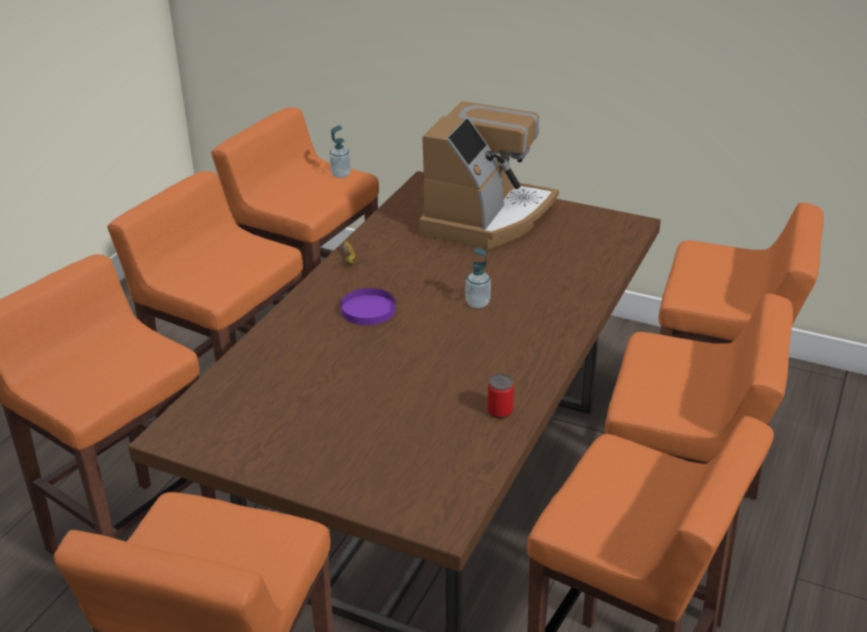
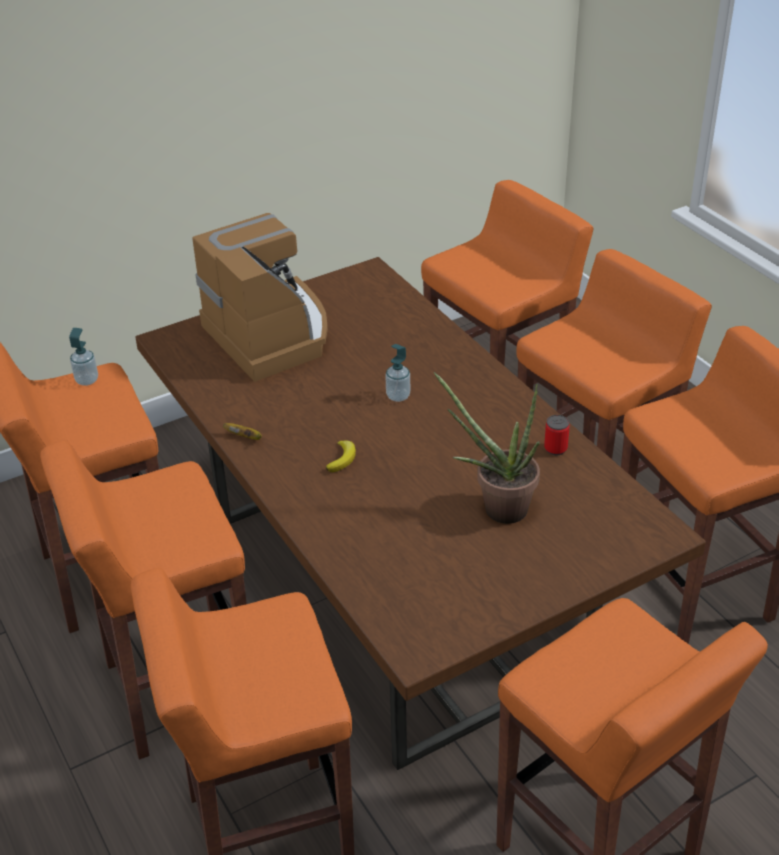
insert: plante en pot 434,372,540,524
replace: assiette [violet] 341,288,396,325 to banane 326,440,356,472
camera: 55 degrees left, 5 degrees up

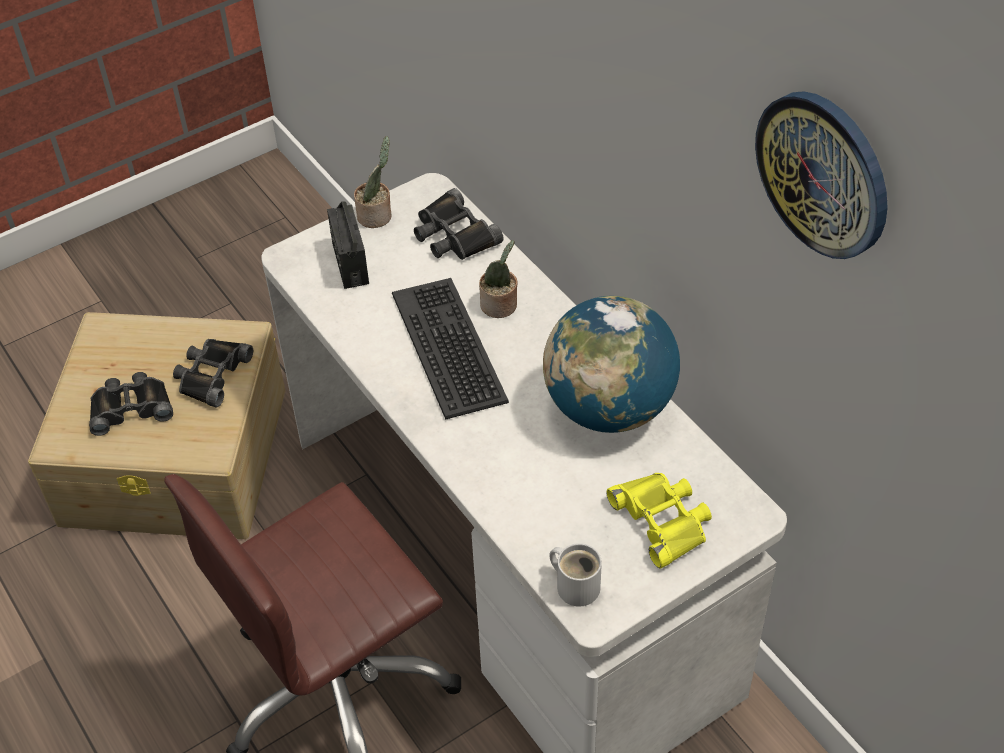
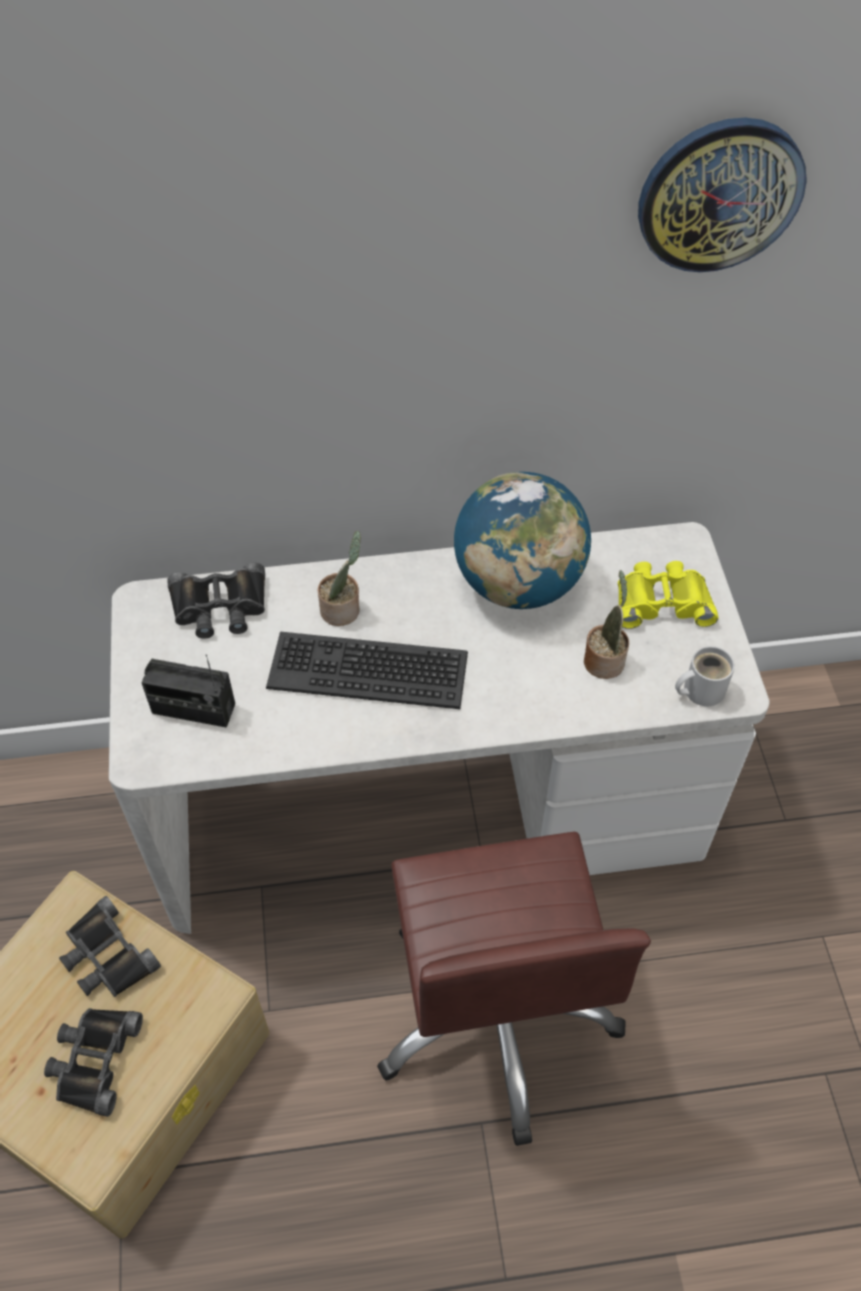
move: plante en pot 354,136,392,228 to 584,570,629,679
camera: 65 degrees left, 5 degrees up

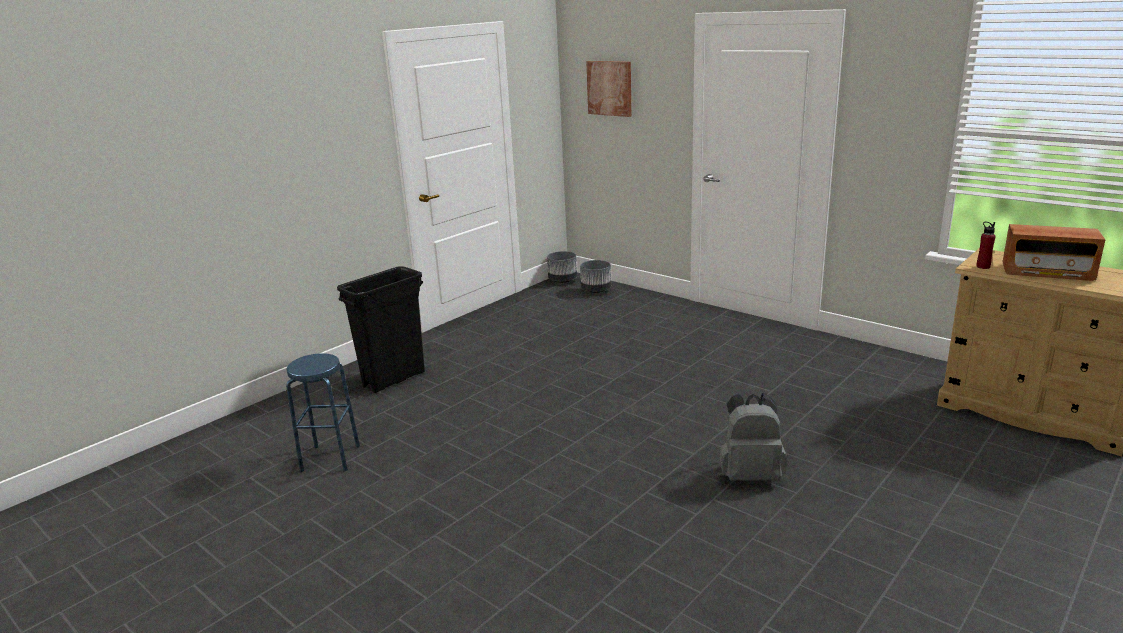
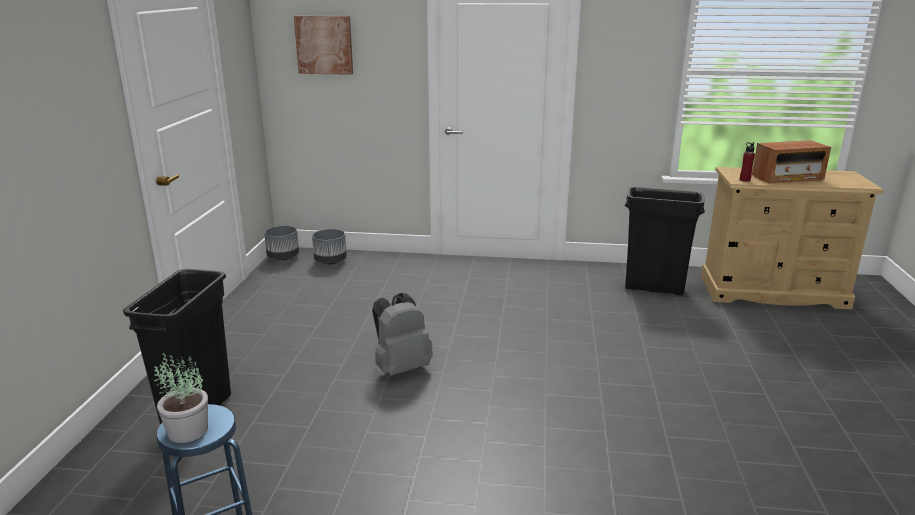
insert: plante en pot 154,353,208,443; poubelle [noir] 625,187,705,295
move: sac à dos [gris] 720,393,787,481 to 372,293,433,376
camera: 35 degrees left, 0 degrees up

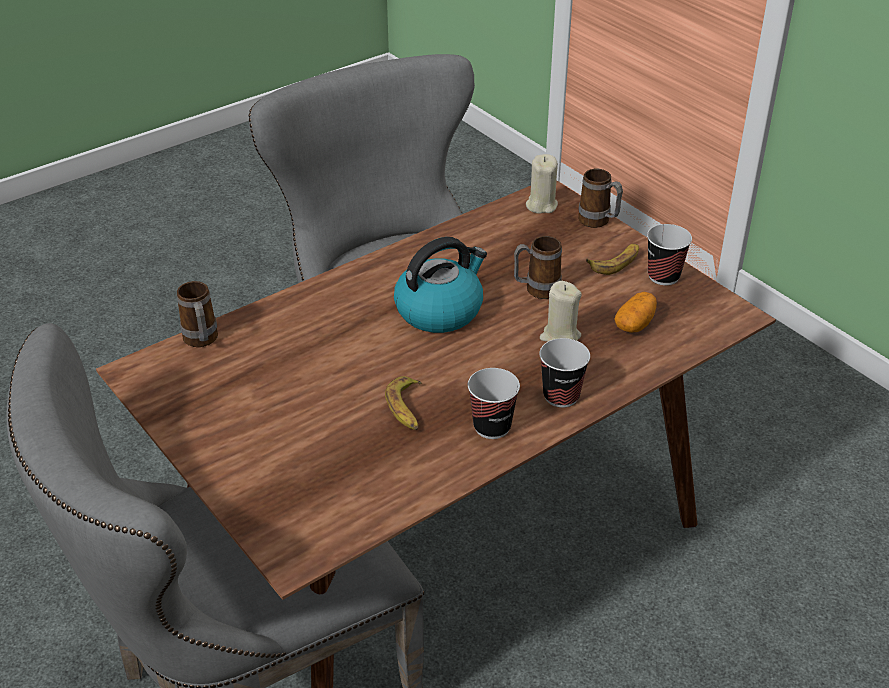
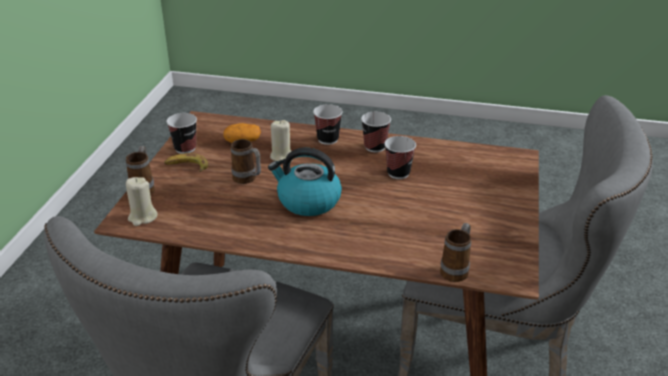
replace: banane 385,376,422,431 to tasse 384,136,416,179
camera: 130 degrees left, 5 degrees down

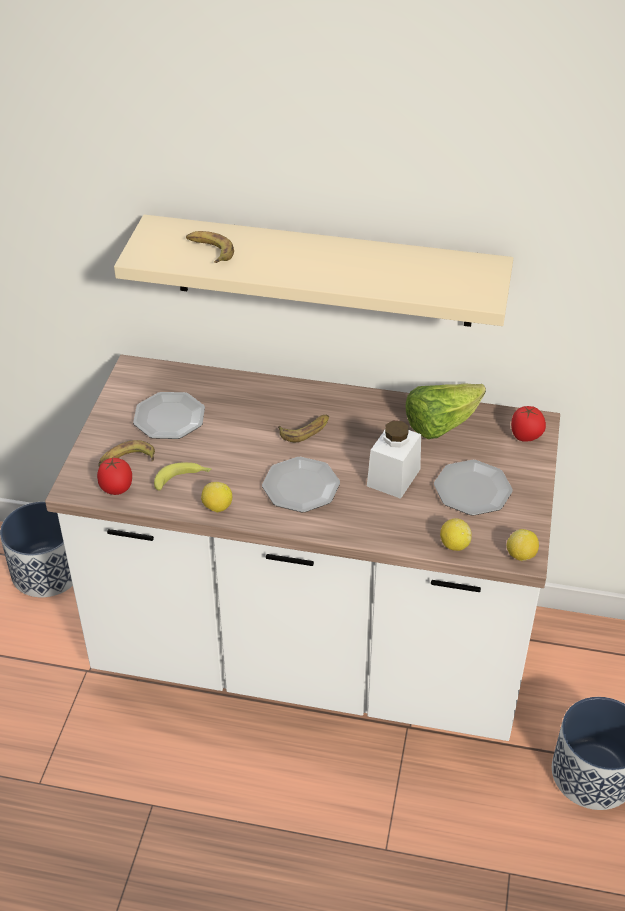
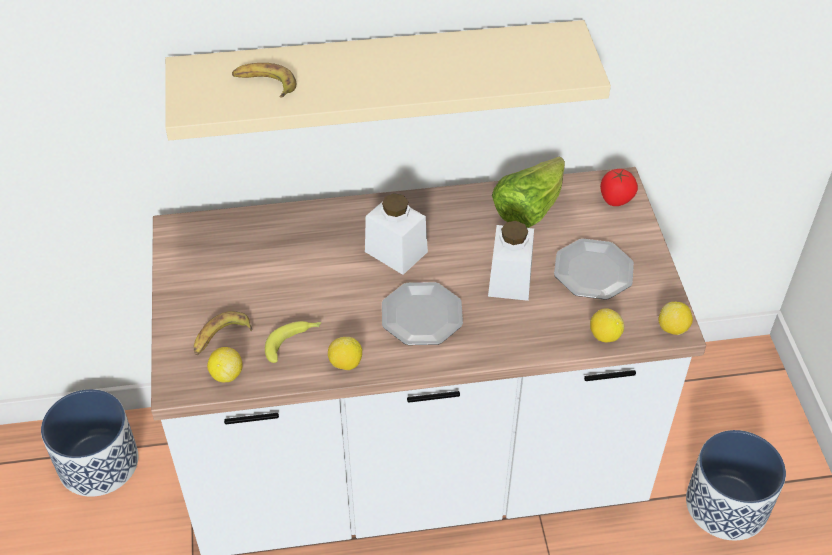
delete: assiette 133,392,205,439
replace: tomate 97,458,132,495 to citron 207,347,243,382; banane 278,415,329,442 to bocal [blanc] 365,193,428,275
camera: 20 degrees left, 5 degrees up

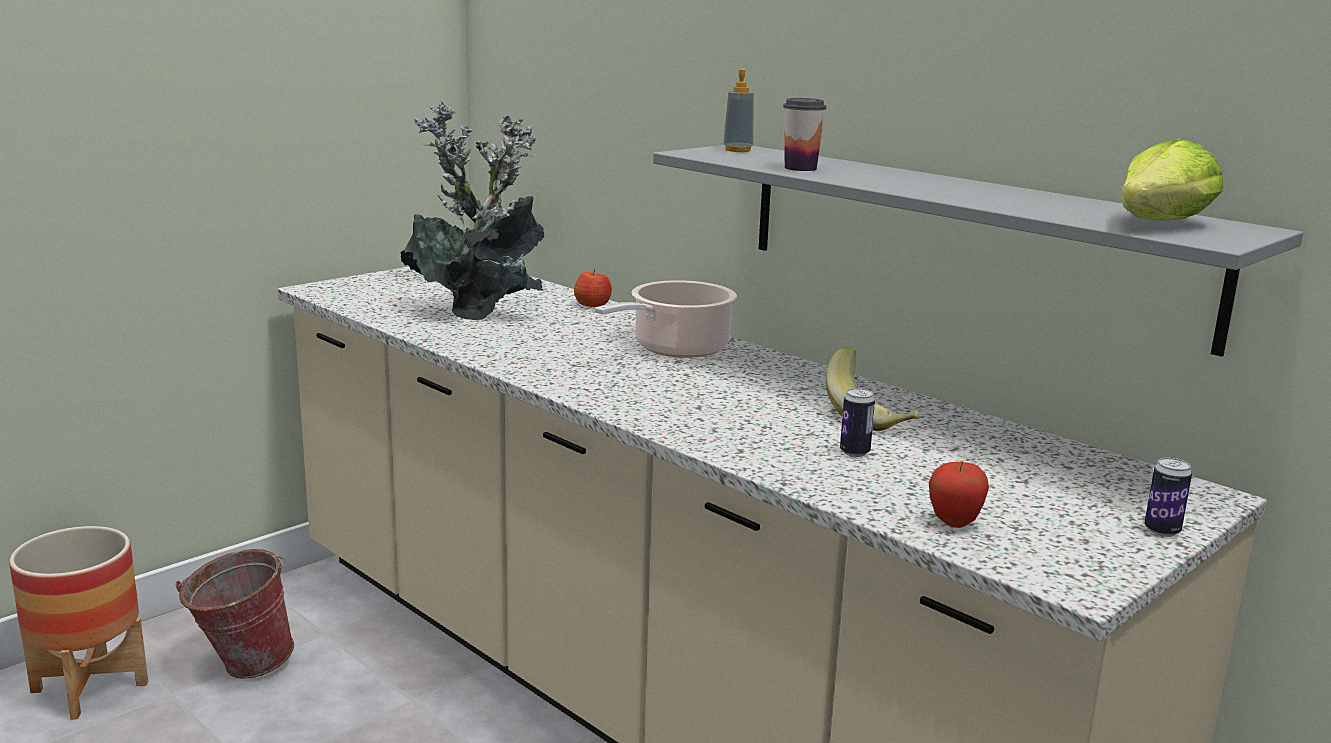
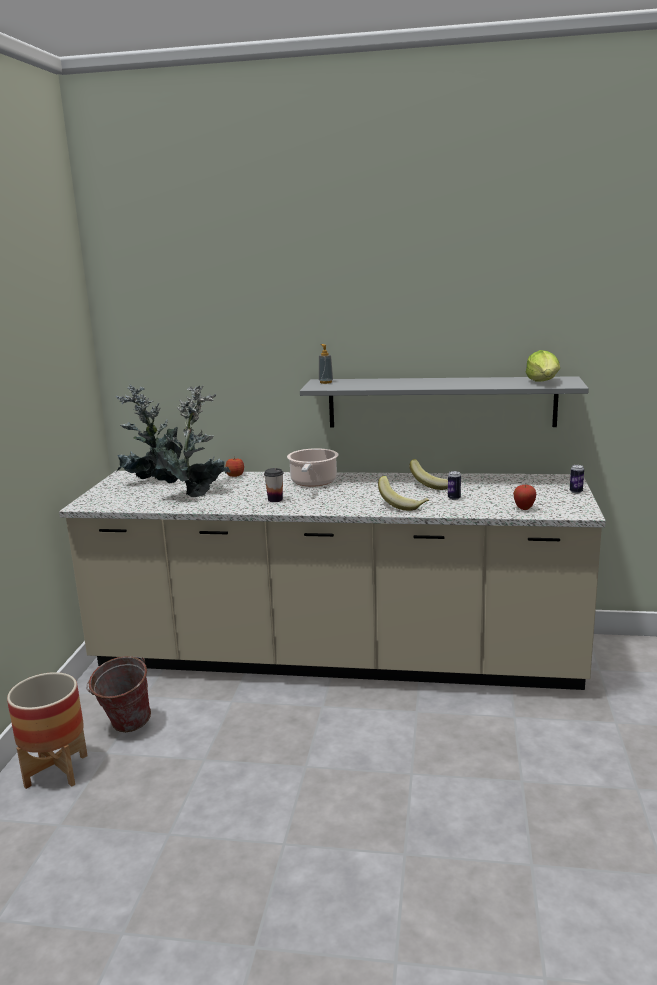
insert: banane 378,476,429,511
move: tasse 783,98,826,171 to 264,468,284,502
camera: 35 degrees left, 0 degrees up

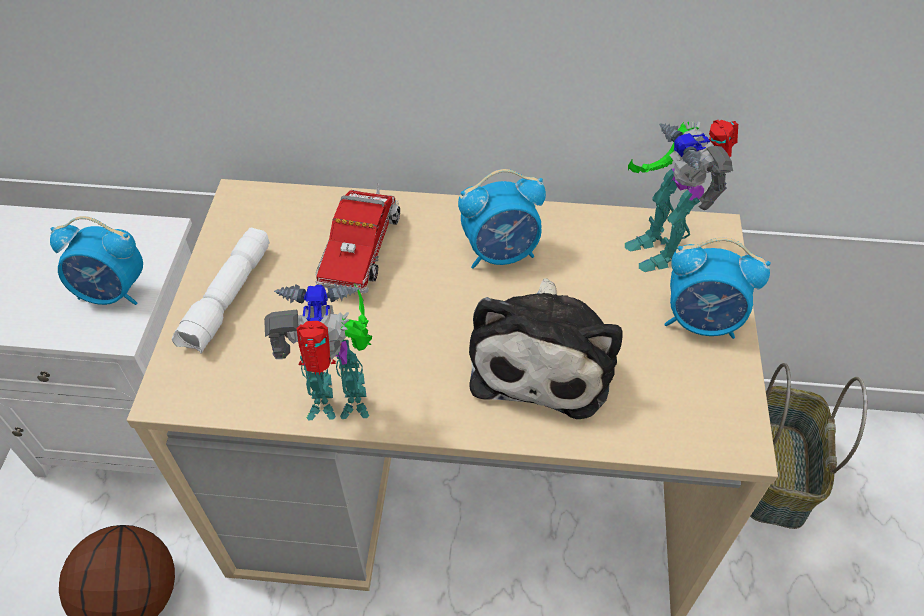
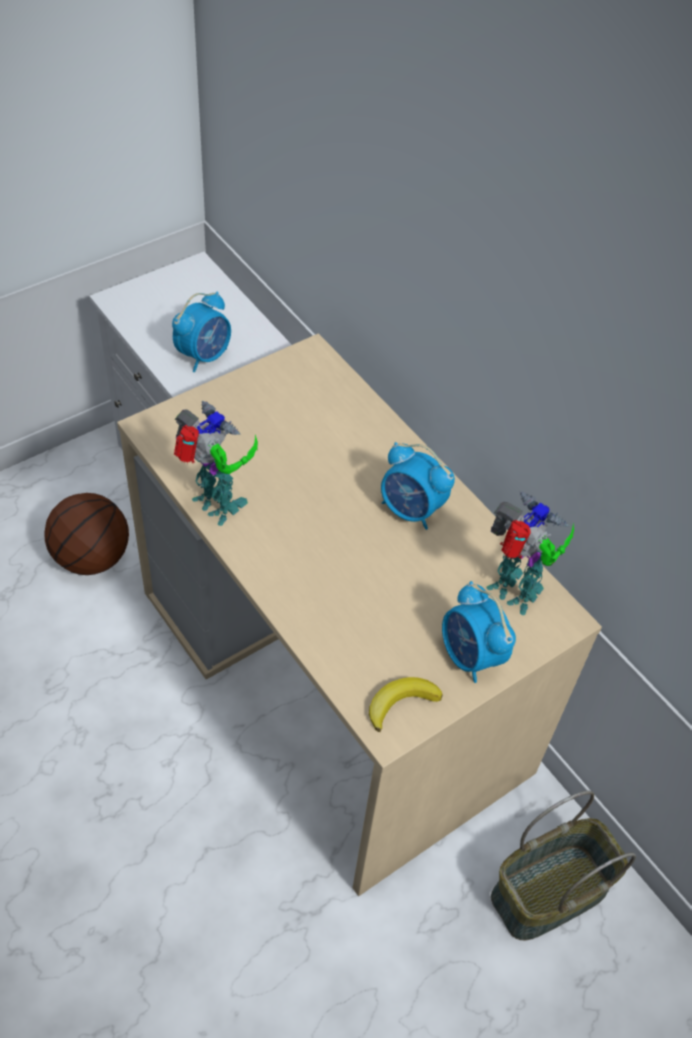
delete: lampe de poche [blanc] 172,228,270,354; camion jouet 315,183,400,293; peluche 469,278,623,419
insert: banane 369,677,443,732
rotate: réveil 50,216,143,305 = 172,291,231,372 105 degrees counterclockwise; robot jouet 625,119,738,272 = 486,491,574,615 105 degrees clockwise
camera: 45 degrees right, 0 degrees up

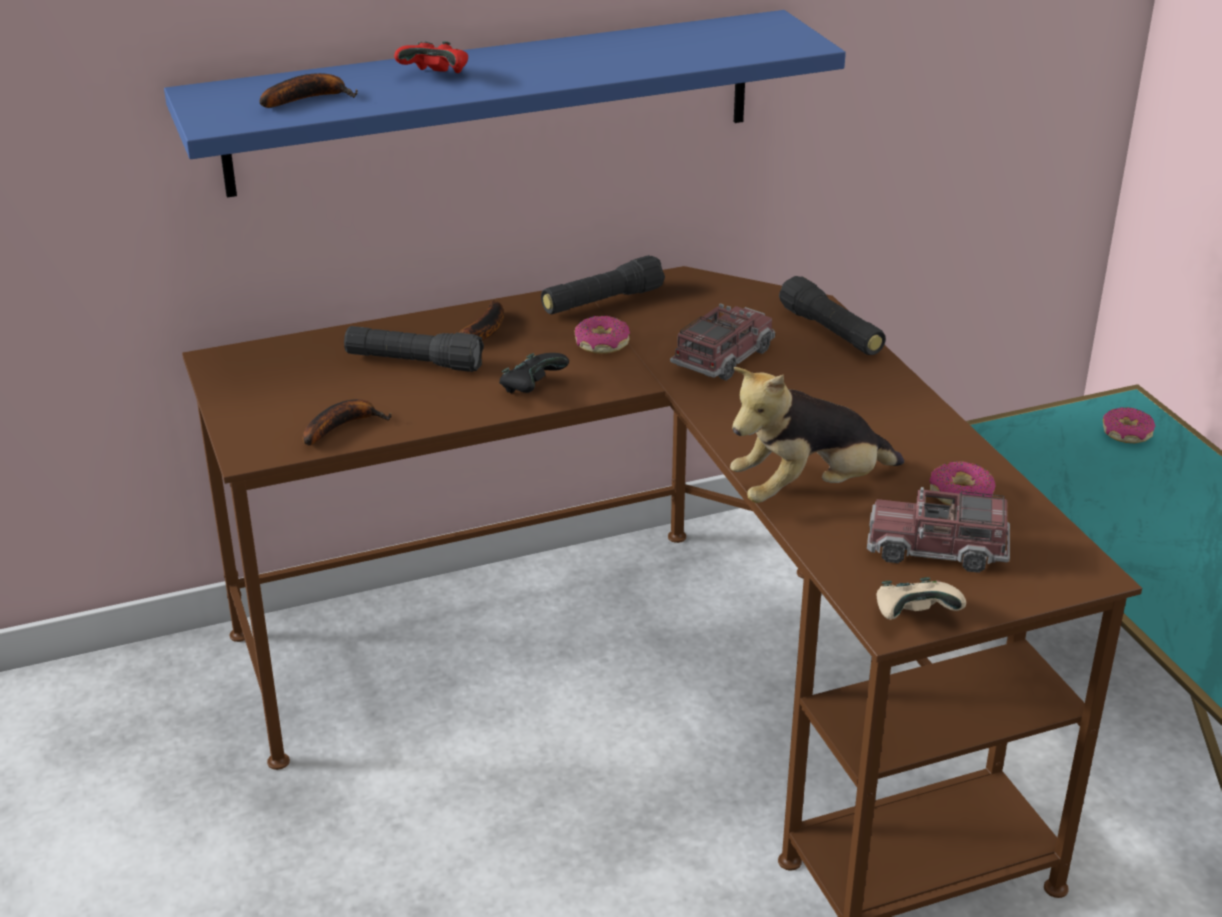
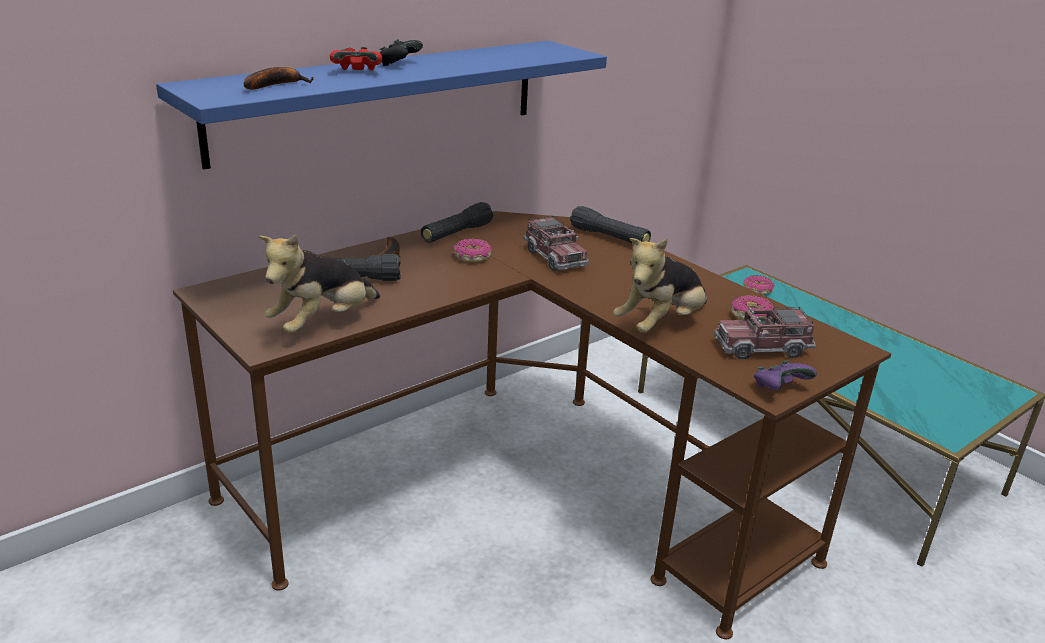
move: manette [noir] 499,353,569,393 to 380,39,423,66
replace: banane 303,399,392,446 to peluche 258,234,380,333
recolor: manette [beige] 876,577,966,620 to manette [violet] 754,360,817,390
rotate: camion jouet 670,303,775,381 = 523,215,589,271 135 degrees clockwise
camera: 20 degrees left, 5 degrees down

